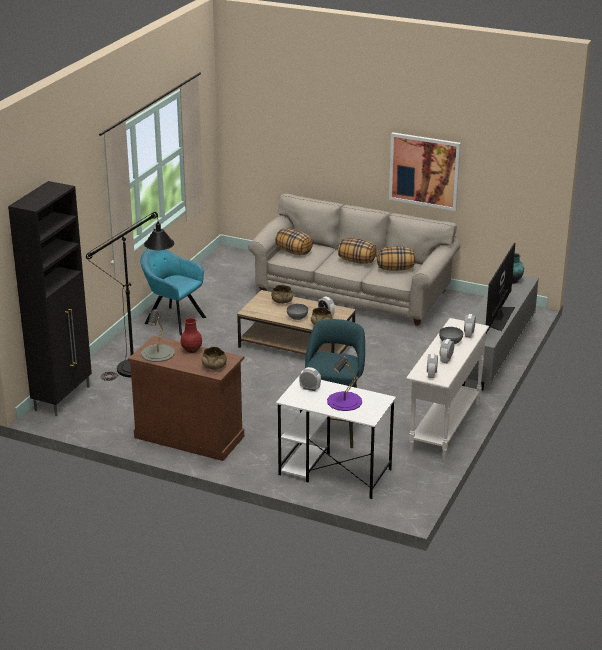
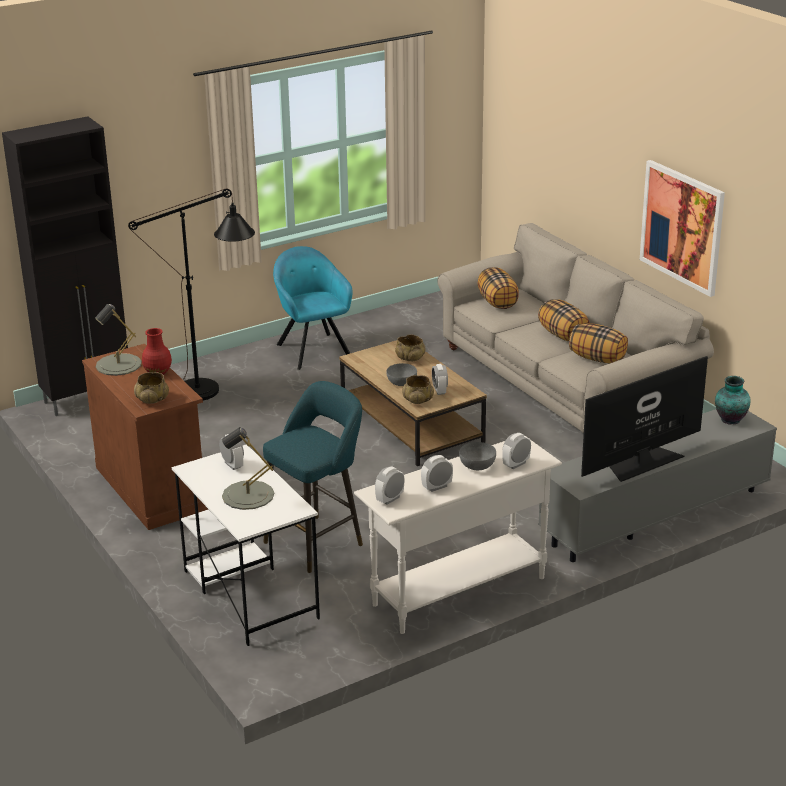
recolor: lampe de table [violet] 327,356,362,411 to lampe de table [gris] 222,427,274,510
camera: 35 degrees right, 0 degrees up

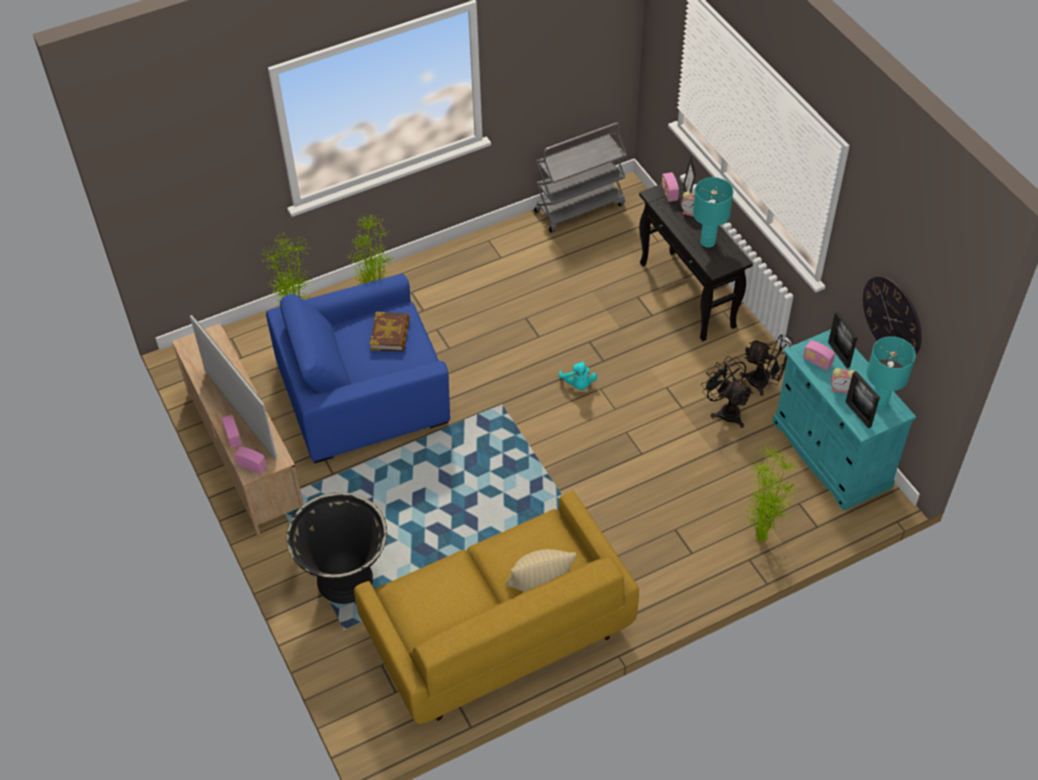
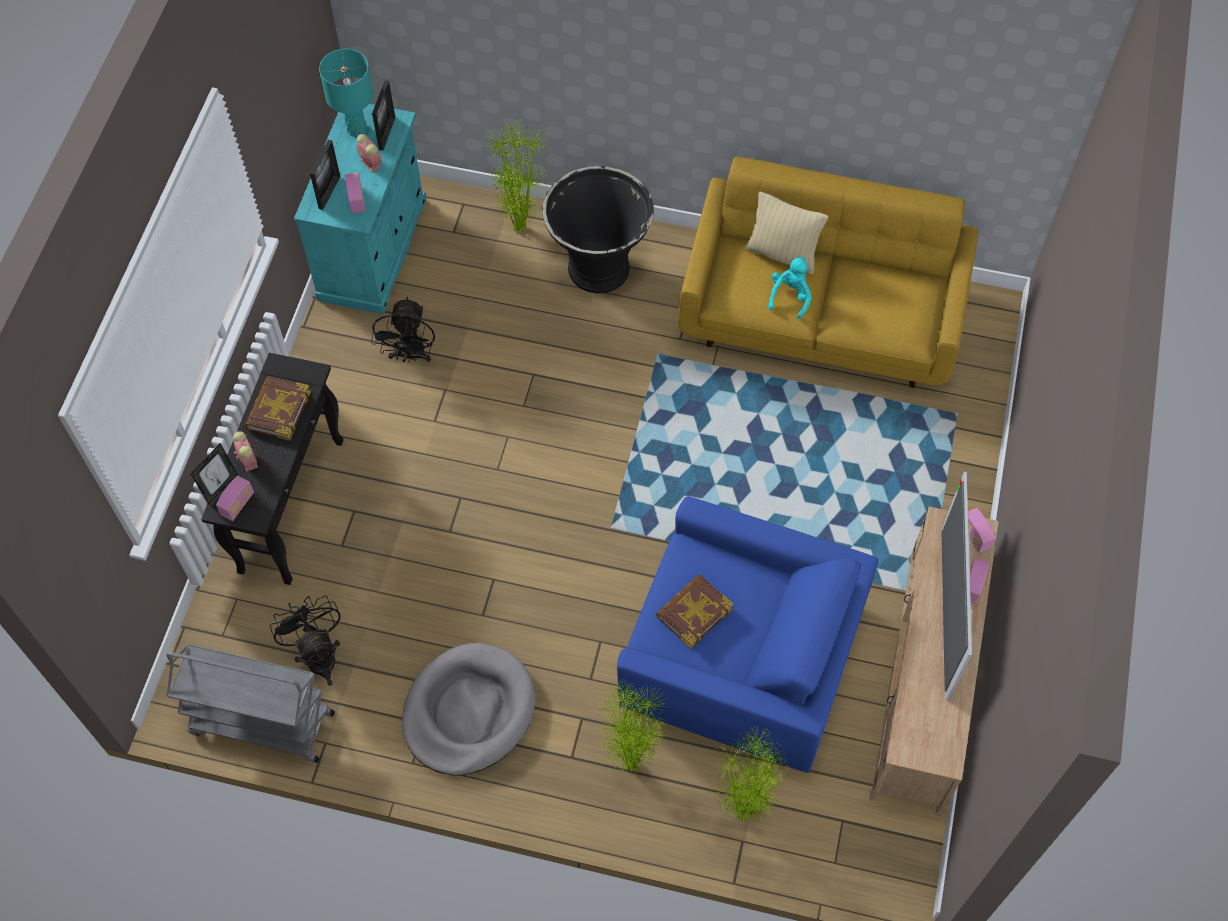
delete: horloge murale 863,276,922,355
insert: panier pour chien [gris] 402,643,535,775
move: cache-pot [noir] 286,492,387,604 to 542,166,654,293; peluche [turquoise] 559,361,597,390 to 768,257,812,319; ventilateur [noir] 740,335,793,396 to 270,595,341,686
replace: lampe de table [turquoise] 693,177,733,247 to livre 245,376,311,441
camera: 140 degrees left, 10 degrees up

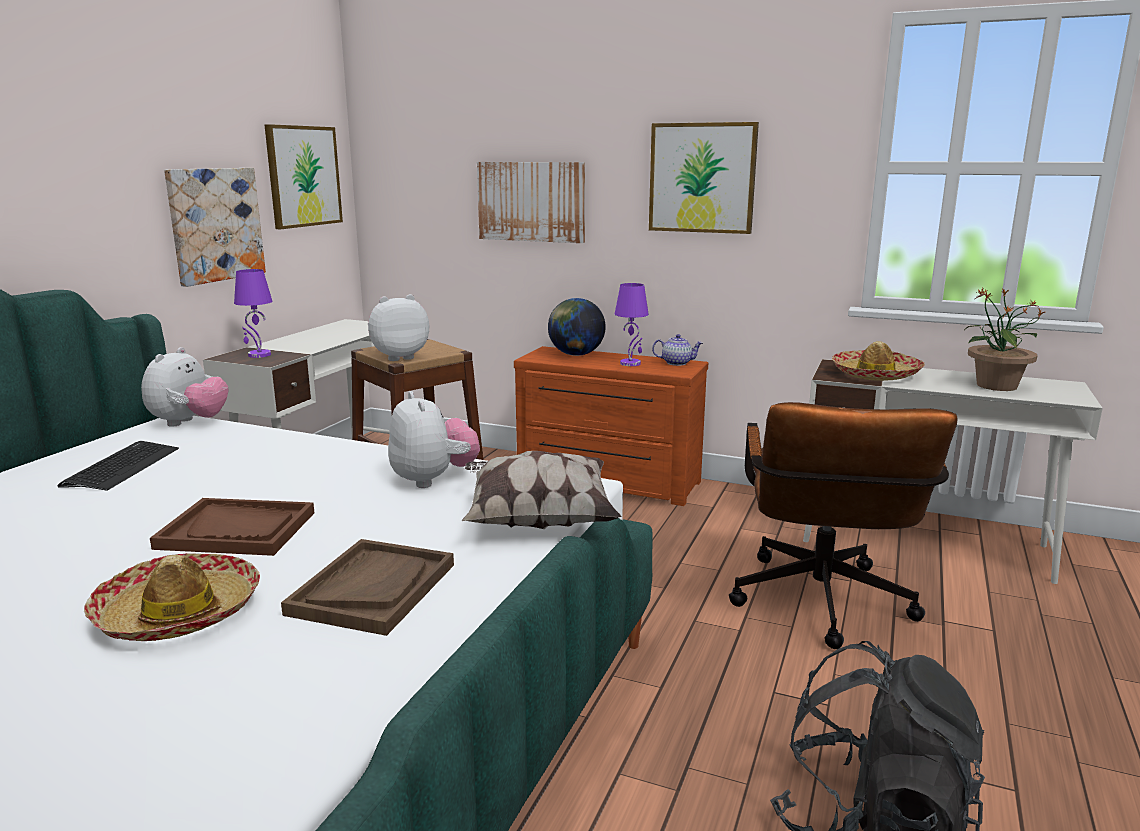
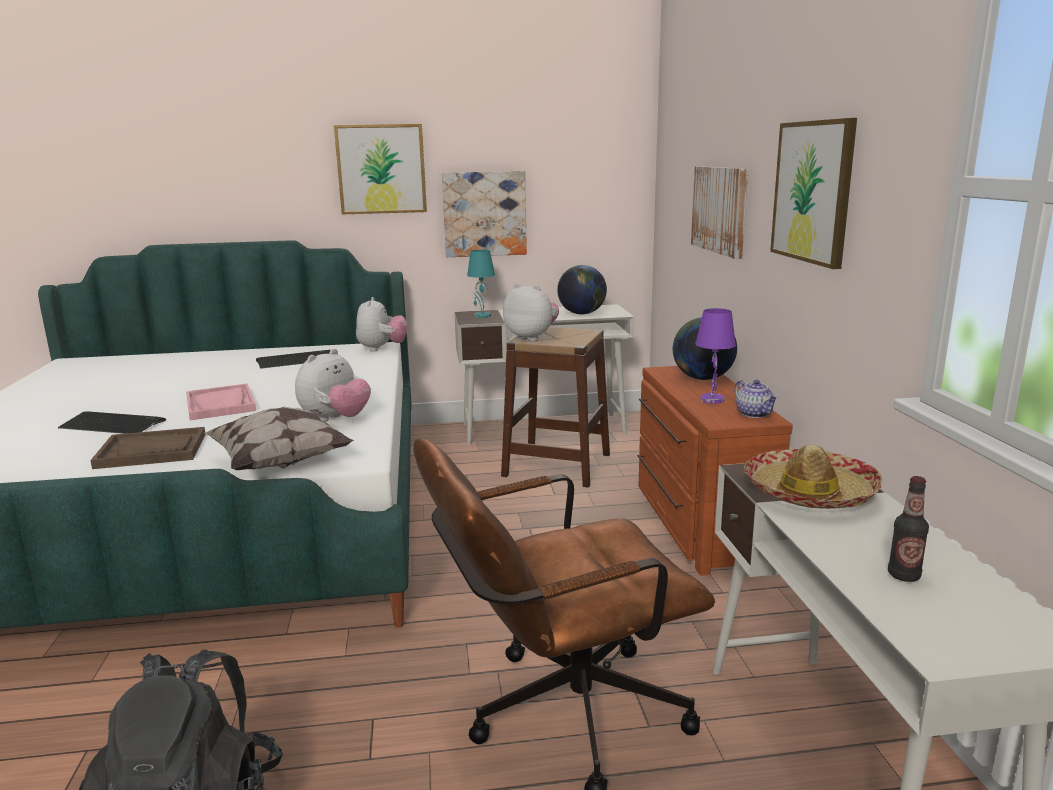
insert: globe 557,265,607,314
move: tableau 264,124,343,229 to 334,124,427,214
replace: chapeau 84,553,260,641 to clavier 58,412,166,434; plante en pot 965,288,1045,391 to bouteille 888,476,929,582
recolor: plateau [marron] 150,498,314,556 to plateau [rose] 186,383,256,420; lampe de table [violet] 234,269,273,358 to lampe de table [turquoise] 467,250,495,318
rotate: peluche 141,347,228,427 = 356,297,407,351 75 degrees counterclockwise
camera: 60 degrees right, 0 degrees up

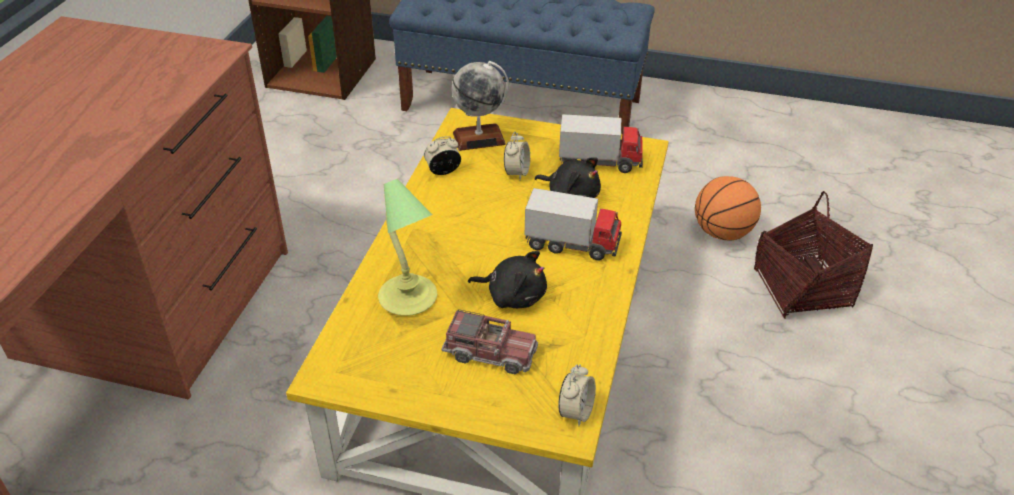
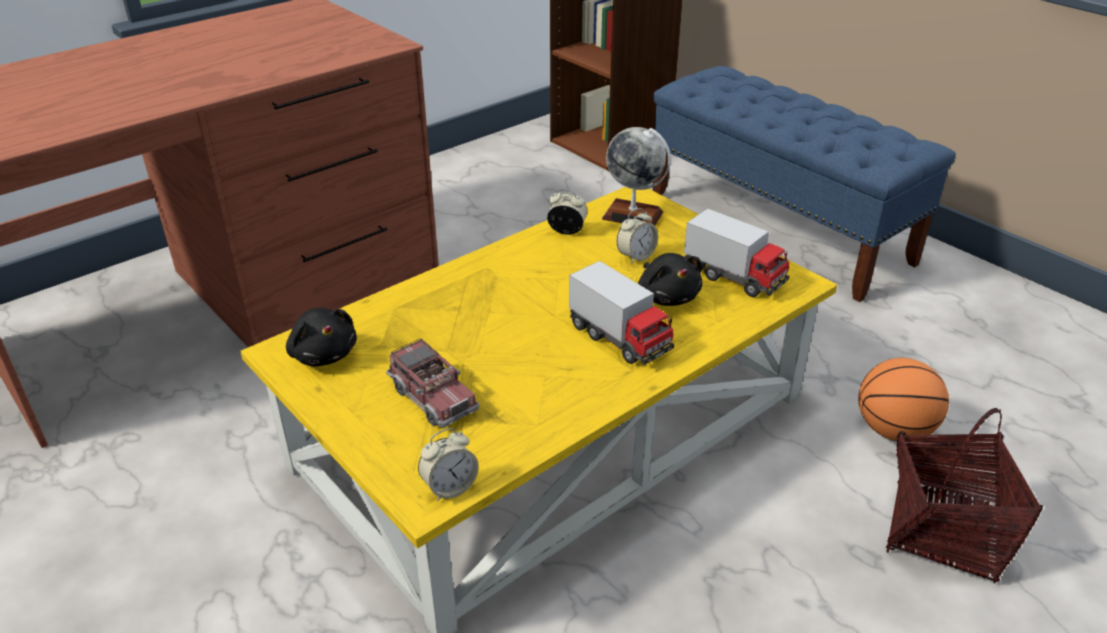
delete: lampe de table 378,179,437,316
move: peluche [noir] 468,251,547,308 to 286,308,357,367
camera: 35 degrees right, 5 degrees down

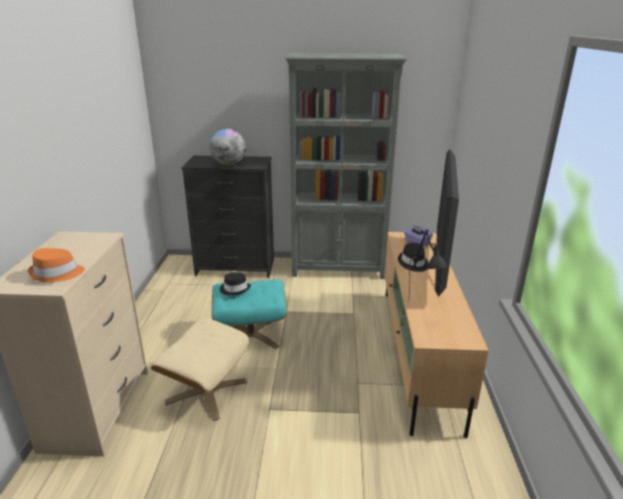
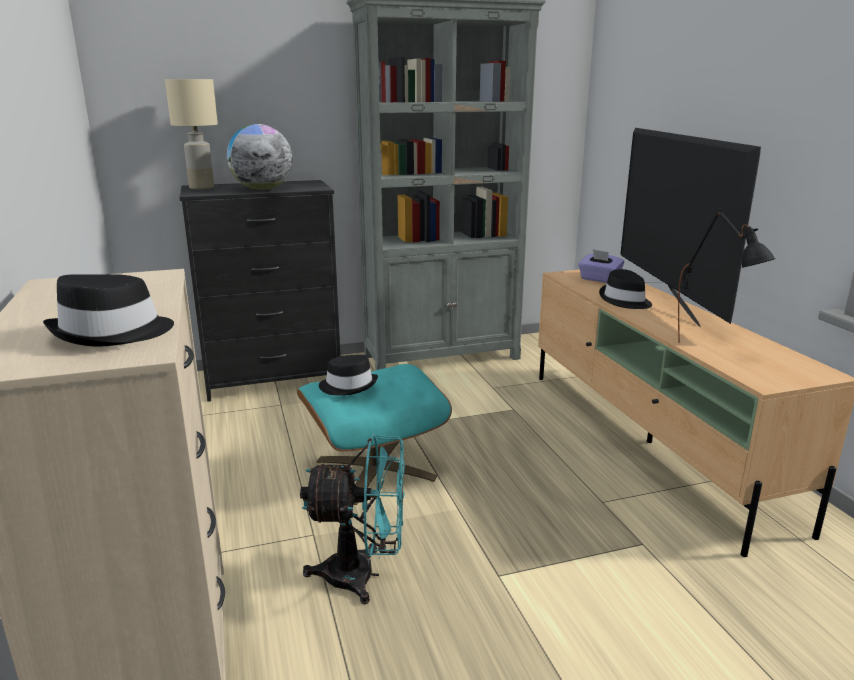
insert: lampe de table [beige] 165,79,218,189
replace: pouf [beige] 151,318,249,421 to ventilateur [turquoise] 300,433,405,605
recolor: chapeau [orange] 28,248,85,282 to chapeau [noir] 43,274,174,346
camera: 20 degrees left, 5 degrees down

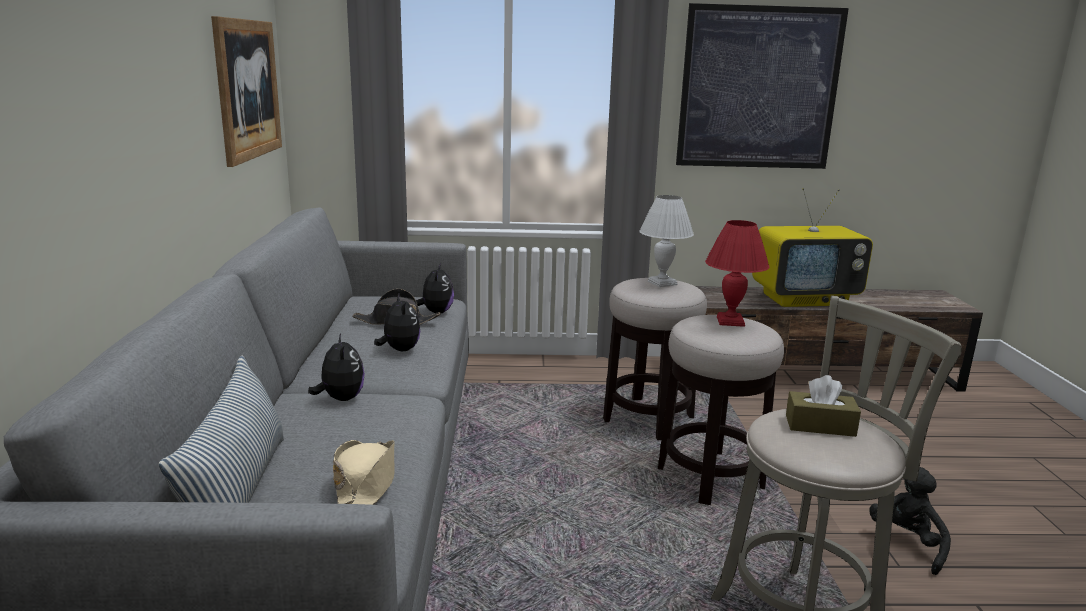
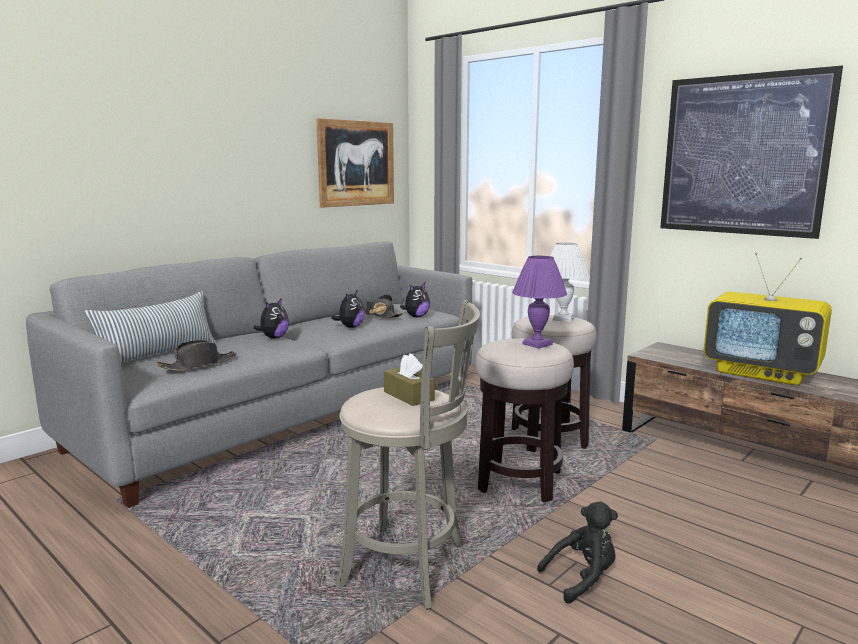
recolor: chapeau [beige] 333,440,395,505 to chapeau [noir] 156,340,237,371; lampe de table [rouge] 705,220,769,327 to lampe de table [violet] 512,256,567,349
camera: 45 degrees right, 5 degrees down

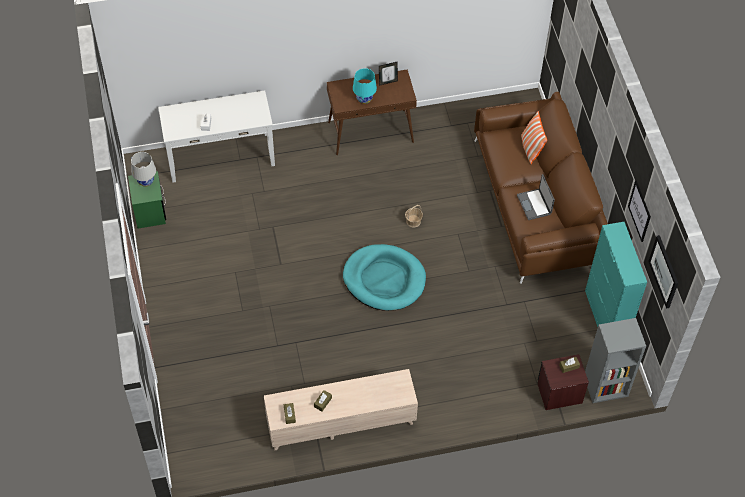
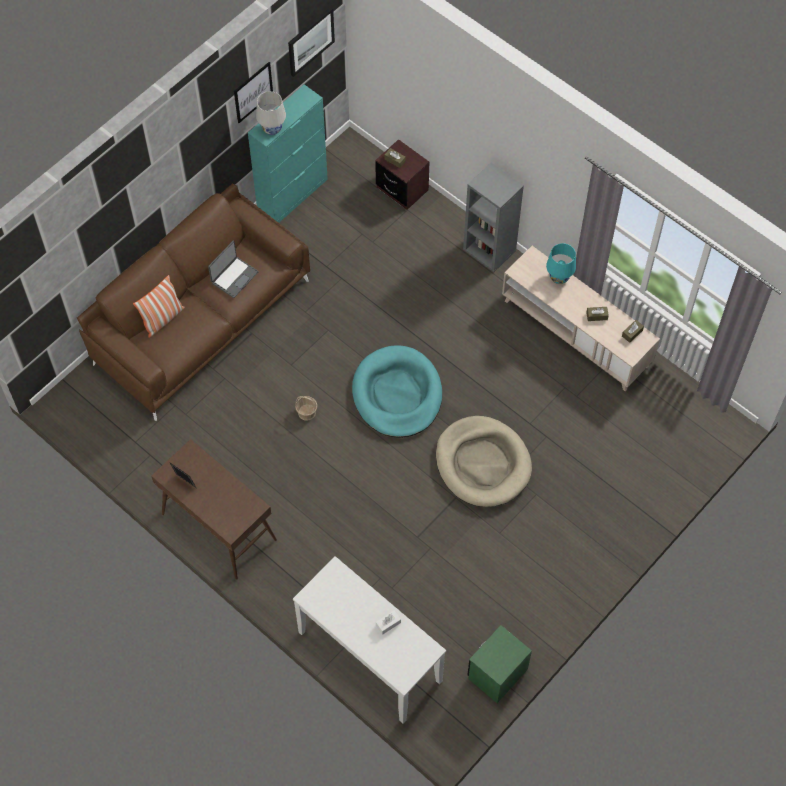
insert: panier pour chien [beige] 436,416,532,507
move: lampe de table [blanc] 131,152,156,187 to 256,91,286,135; lampe de table [turquoise] 353,68,377,104 to 546,243,576,284; bibliothèque [gris] 585,318,646,403 to 463,163,524,272
camera: 125 degrees left, 5 degrees up

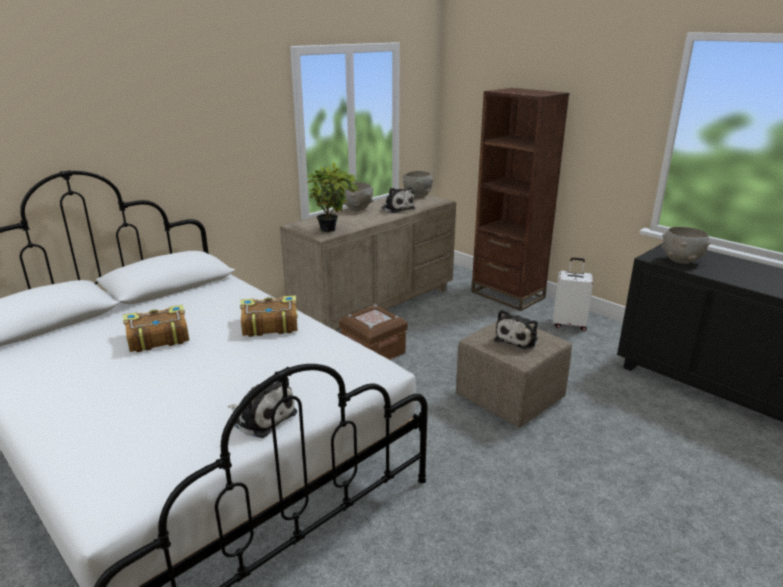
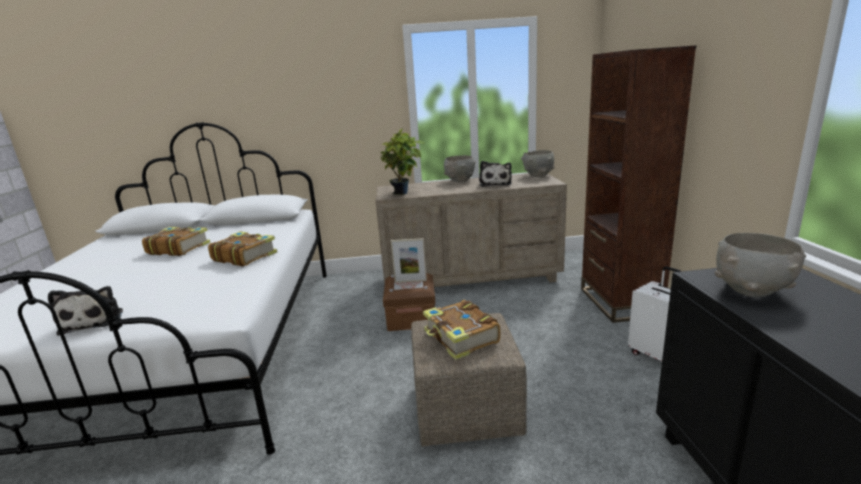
insert: cadre photo 391,238,427,283
replace: peluche 494,309,538,349 to livre 423,300,501,360
camera: 40 degrees right, 5 degrees down

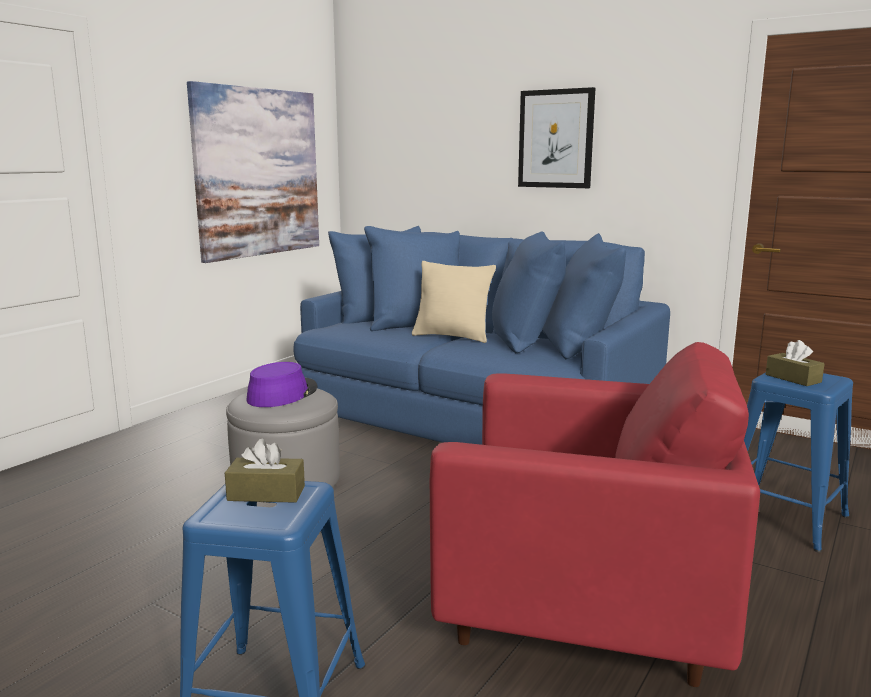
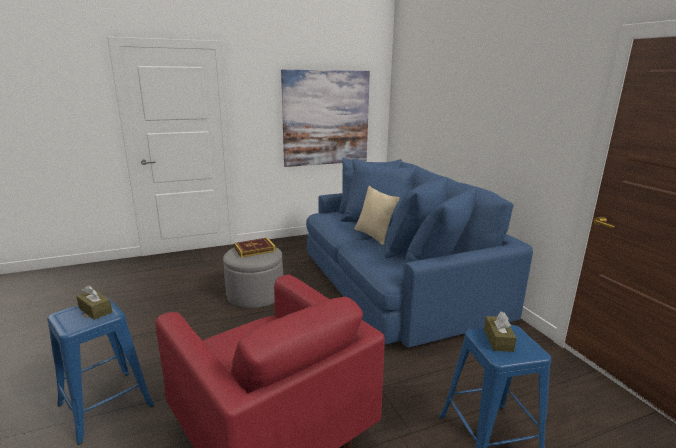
delete: tableau 518,87,595,188
replace: chapeau [violet] 247,362,317,407 to livre 234,238,276,258
camera: 35 degrees right, 5 degrees up

